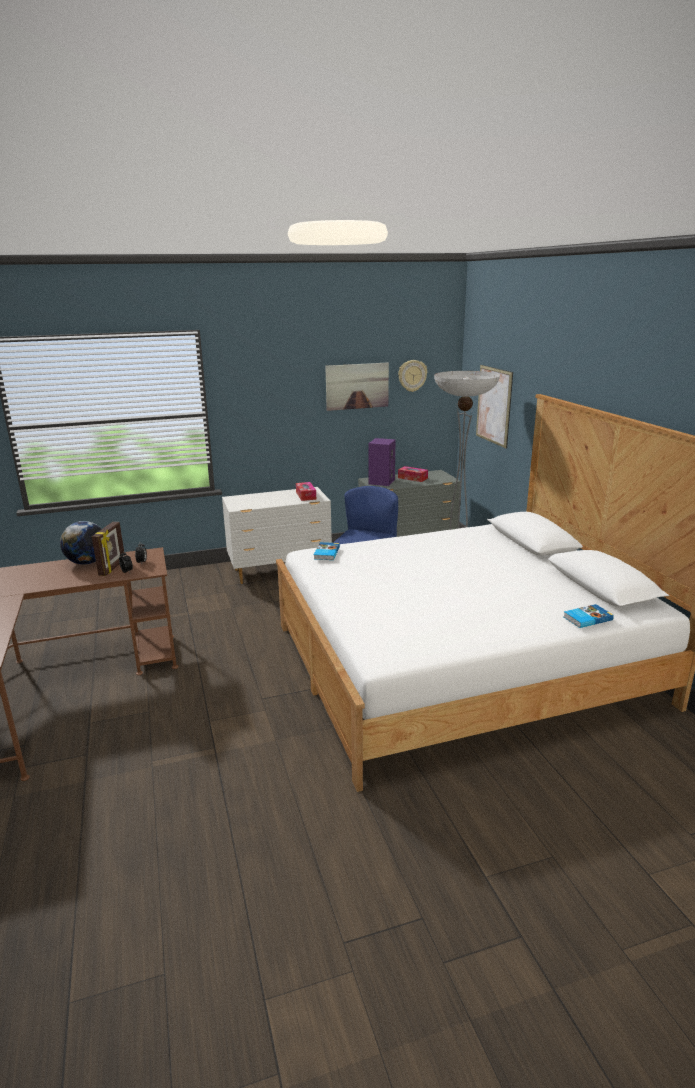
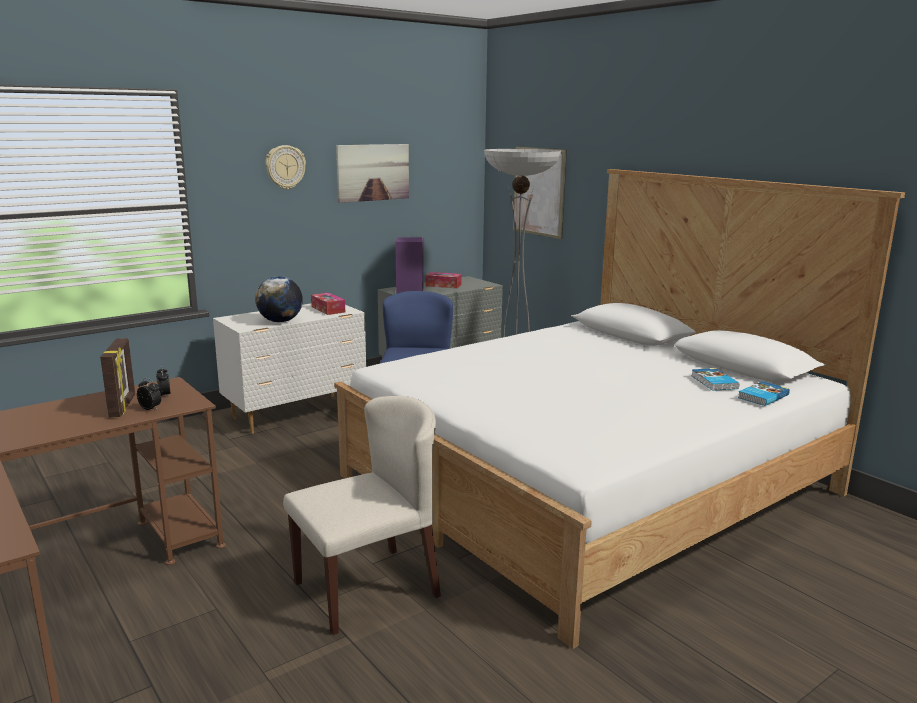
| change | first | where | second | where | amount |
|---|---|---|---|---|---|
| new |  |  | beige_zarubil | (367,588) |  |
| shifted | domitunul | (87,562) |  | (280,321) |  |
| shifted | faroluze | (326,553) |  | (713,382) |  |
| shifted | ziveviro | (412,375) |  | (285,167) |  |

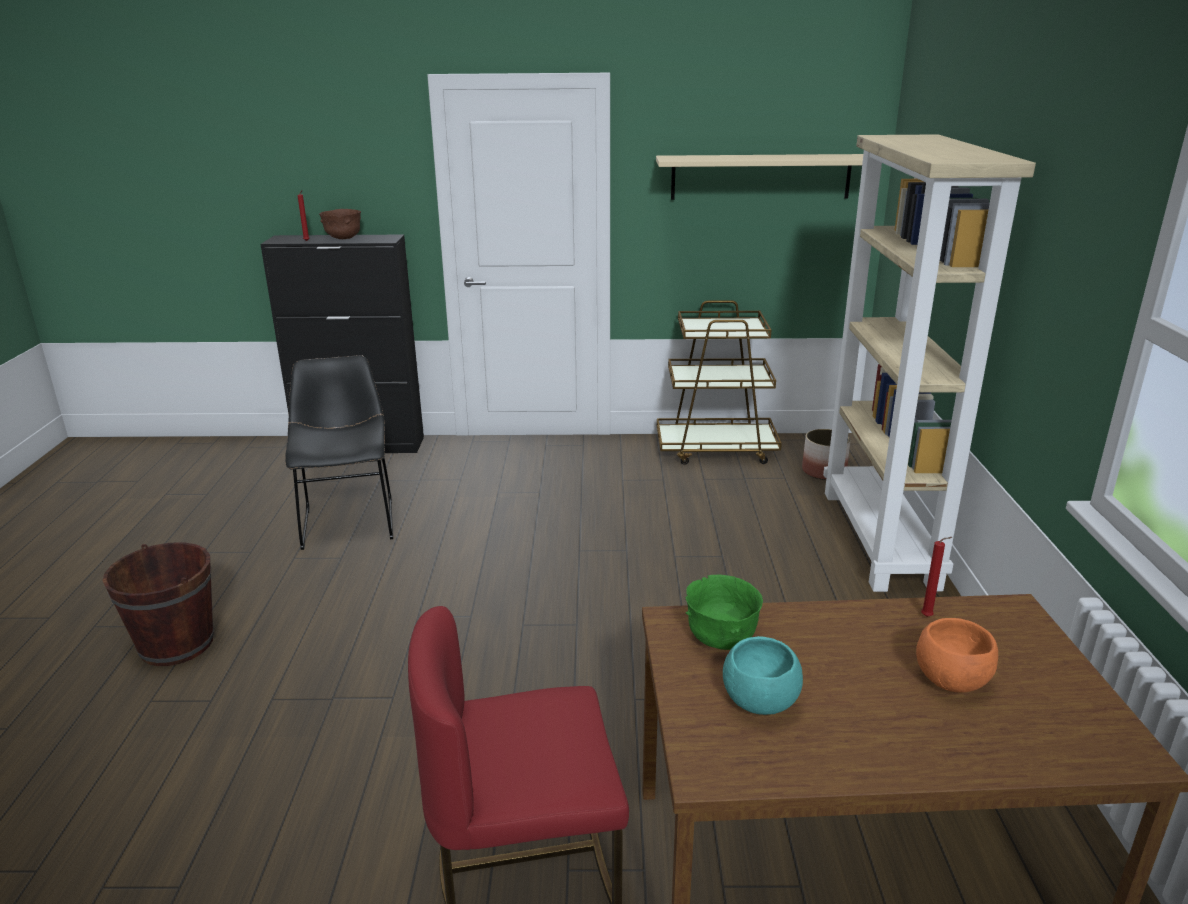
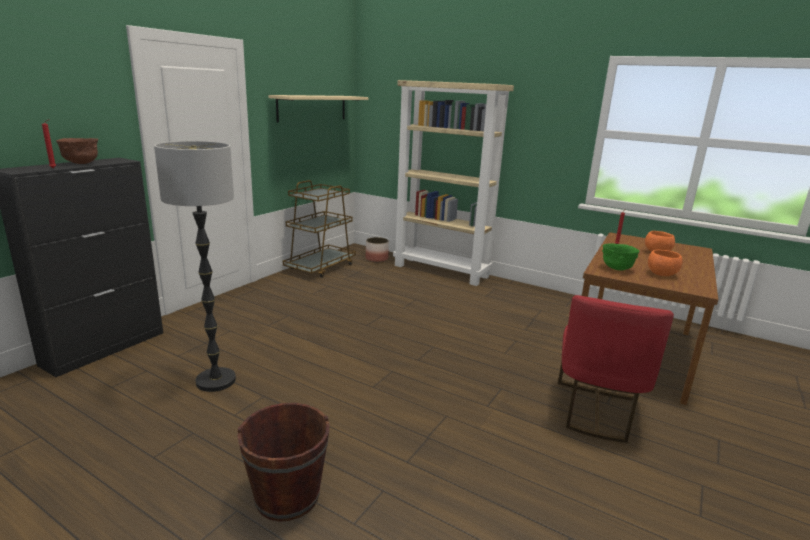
| change | first | where | second | where | amount |
|---|---|---|---|---|---|
| swapped | black_zarubil | (348,520) | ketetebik | (216,381) |  |
| repainted | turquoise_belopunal | (759,703) | orange_belopunal | (661,275) |  |

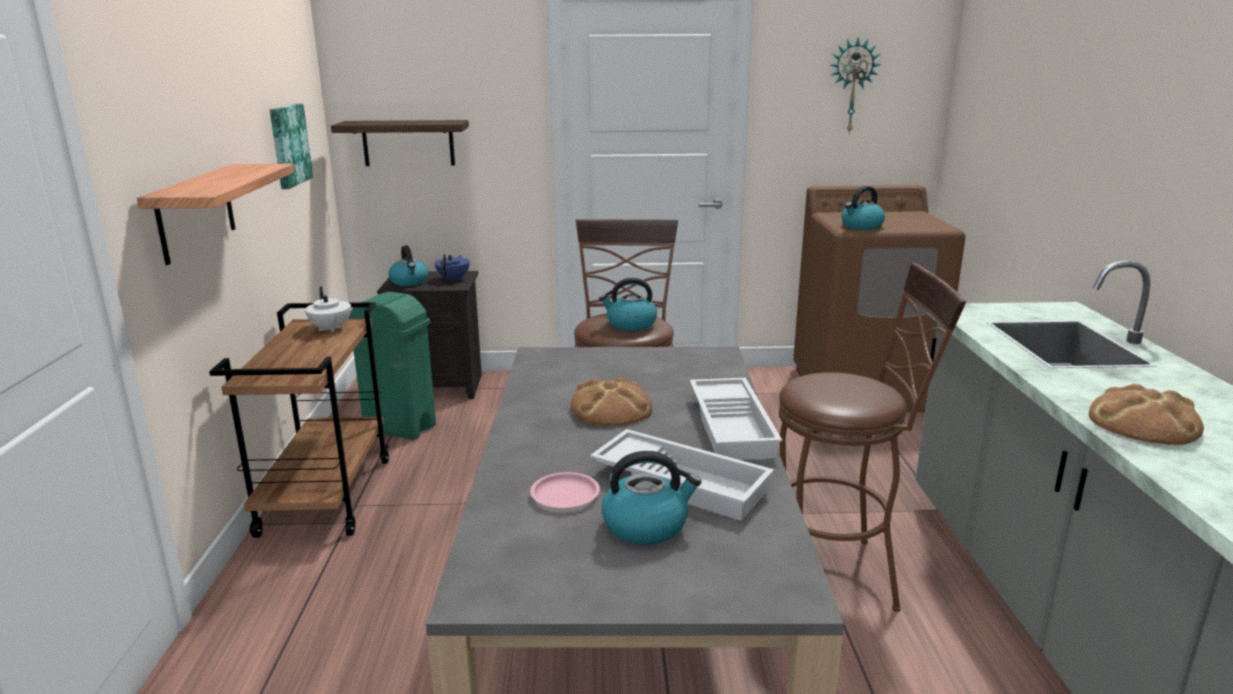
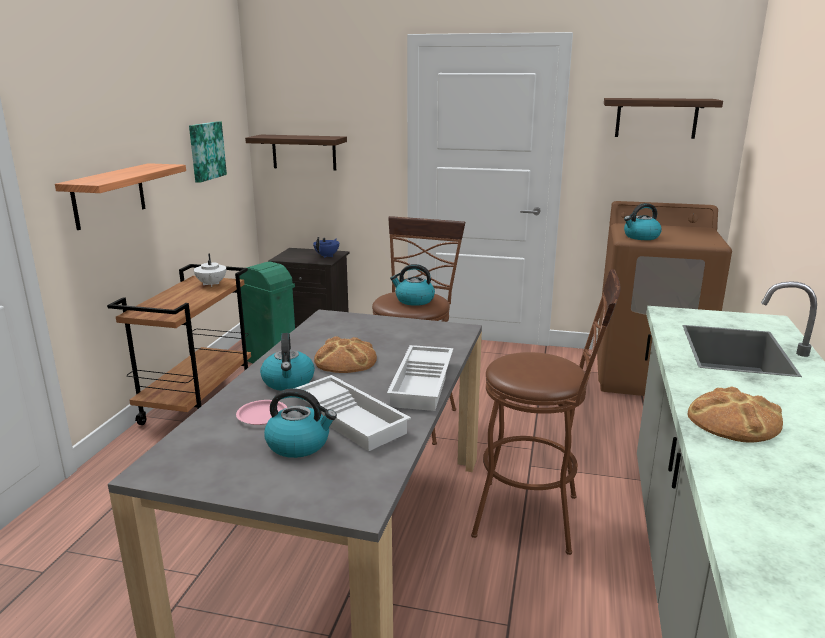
| change | first | where | second | where | amount |
|---|---|---|---|---|---|
| shifted | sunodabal | (409,282) |  | (288,382) |  |
| swapped | ziveviro | (852,86) | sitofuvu | (656,118) |  |

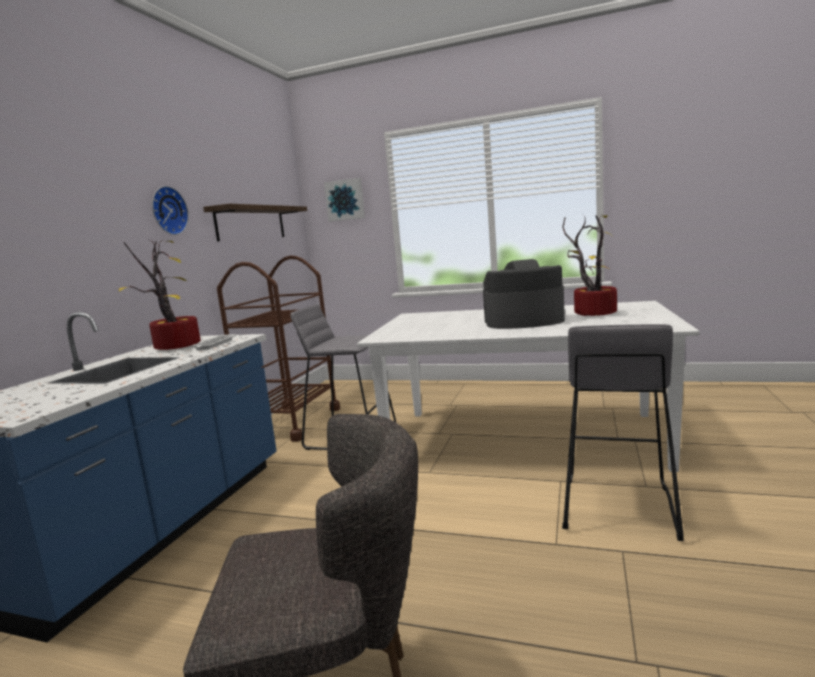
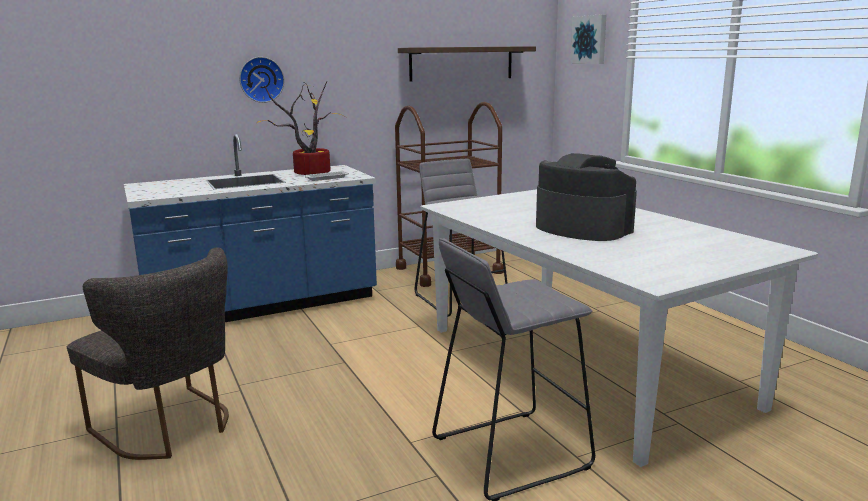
| change | first | where | second | where | amount |
|---|---|---|---|---|---|
| gone | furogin | (591,313) |  |  |  |
| shifted | ziveviro | (167,211) |  | (261,79) |  |

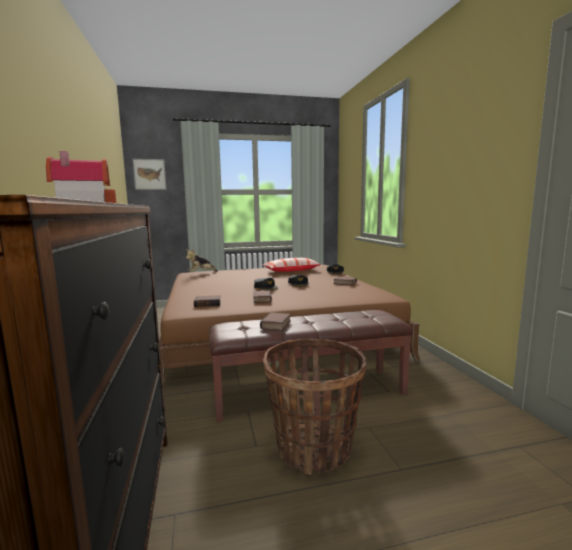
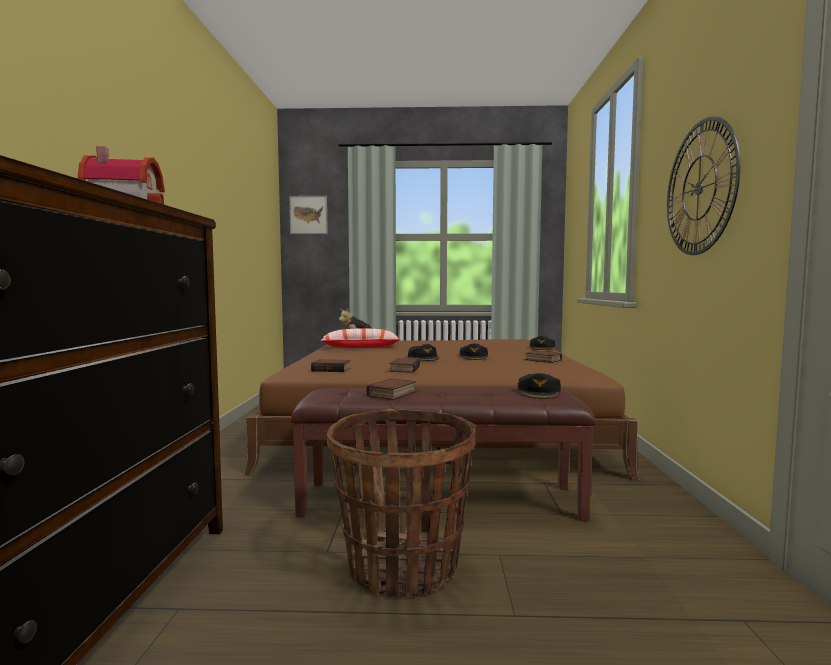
| change | first | where | second | where | amount |
|---|---|---|---|---|---|
| new |  |  | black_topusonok | (539,392) |  |
| new |  |  | ziveviro | (699,188) |  |
| shifted | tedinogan | (291,270) |  | (360,347) |  |

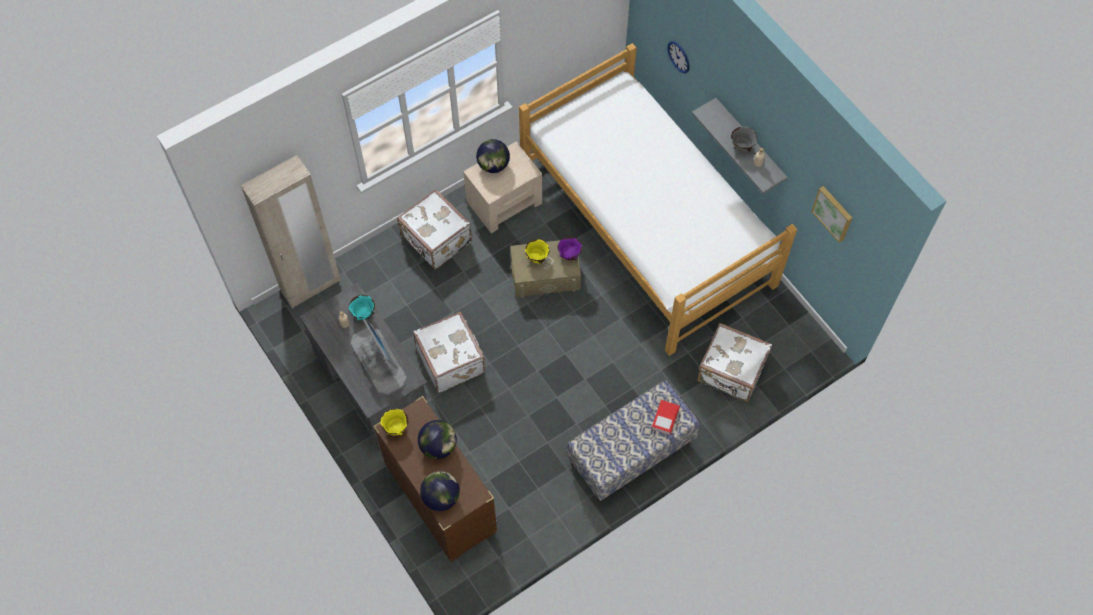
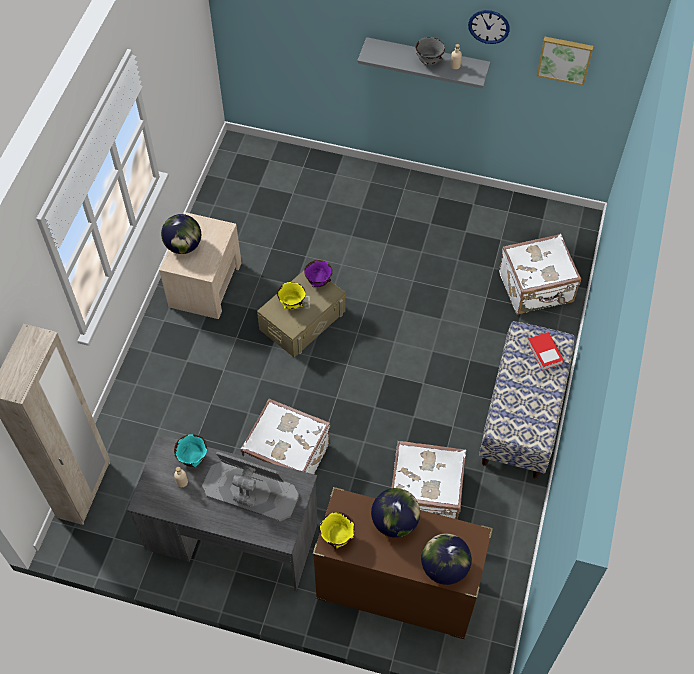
| change | first | where | second | where | amount |
|---|---|---|---|---|---|
| gone | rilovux | (647,226) |  |  |  |
| shifted | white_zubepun | (435,240) |  | (426,496) |  |
| shifted | ziveviro | (679,56) |  | (489,26) |  |

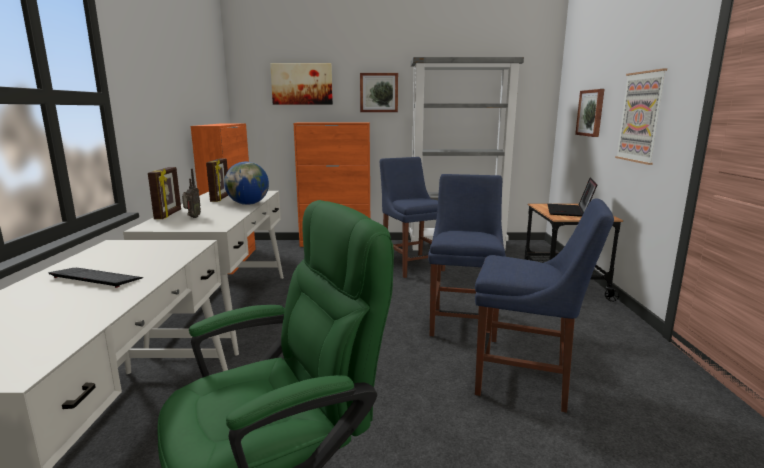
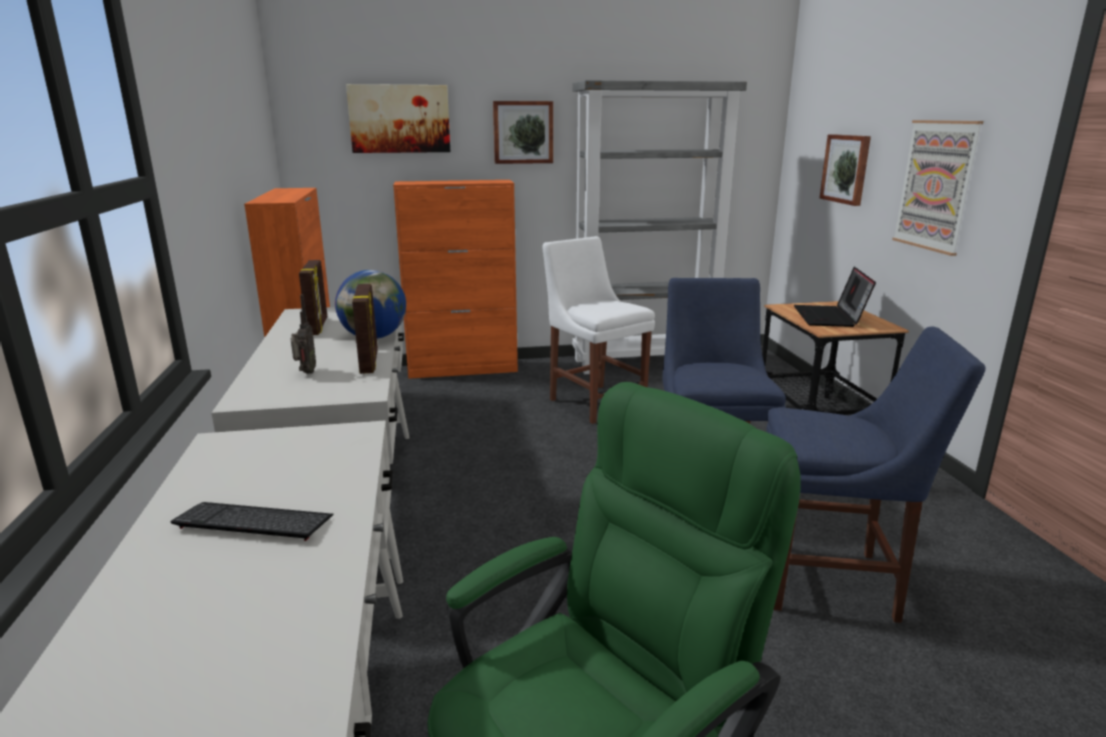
| change | first | where | second | where | amount |
|---|---|---|---|---|---|
| shifted | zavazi | (169,214) |  | (370,362) |  |
| repainted | blue_zarubil | (411,265) | white_zarubil | (594,402) |  |

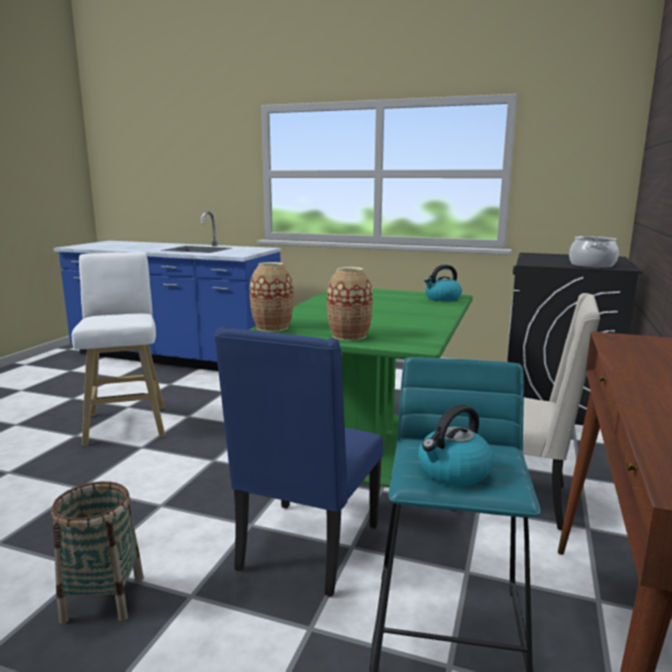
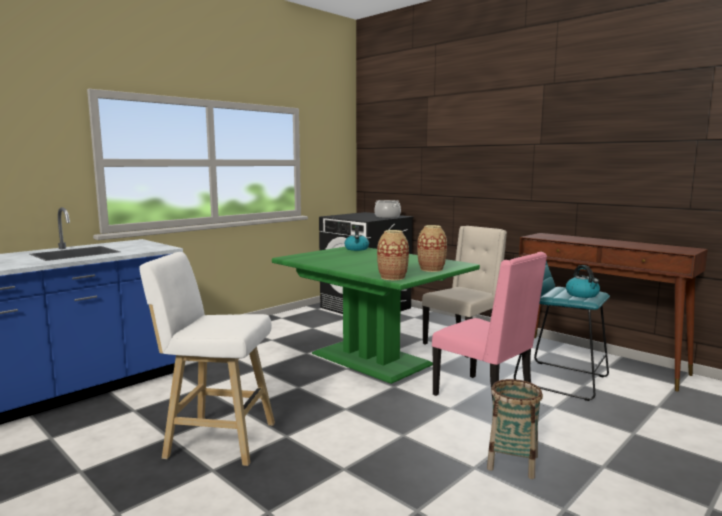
| change | first | where | second | where | amount |
|---|---|---|---|---|---|
| repainted | blue_zarubil | (306,549) | pink_zarubil | (485,397) |  |

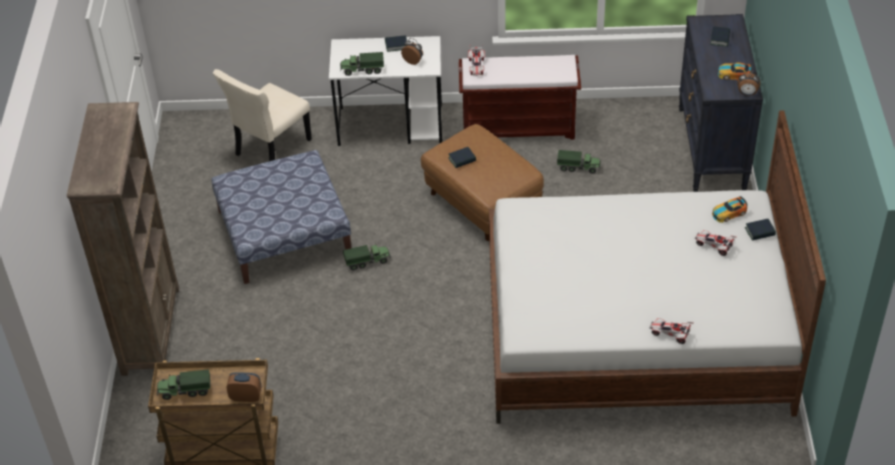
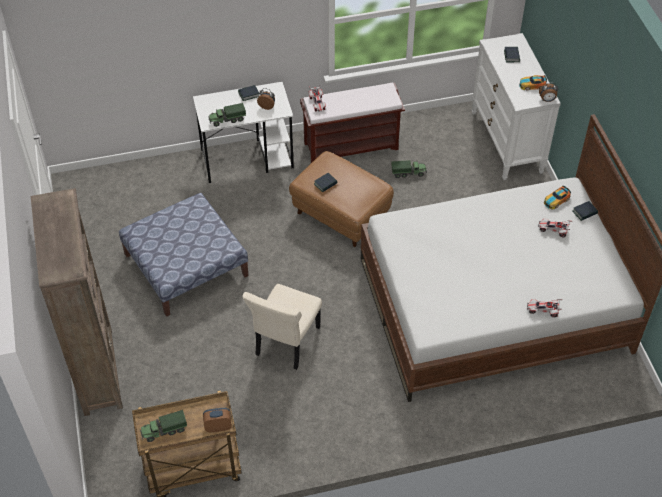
| change | first | where | second | where | amount |
|---|---|---|---|---|---|
| gone | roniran | (367,261) |  |  |  |
| shifted | beige_zarubil | (270,149) |  | (286,343) |  |
| repainted | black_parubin | (712,149) | white_parubin | (507,142) |  |

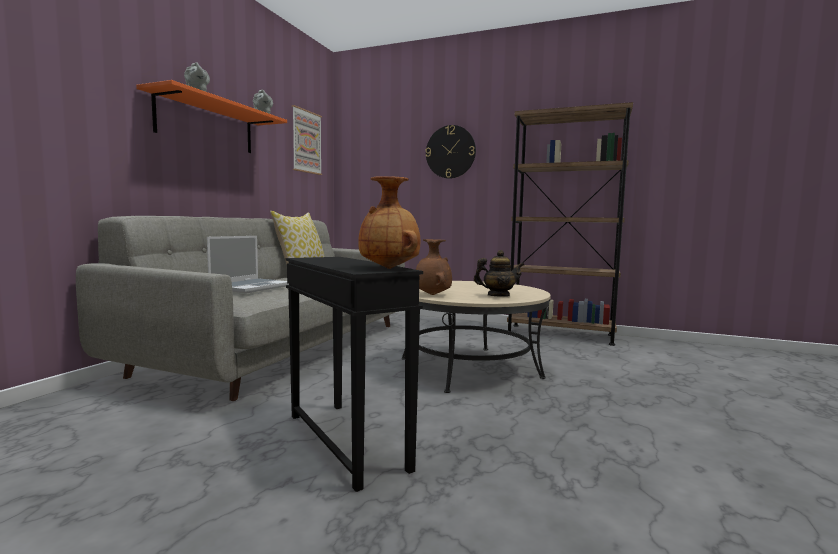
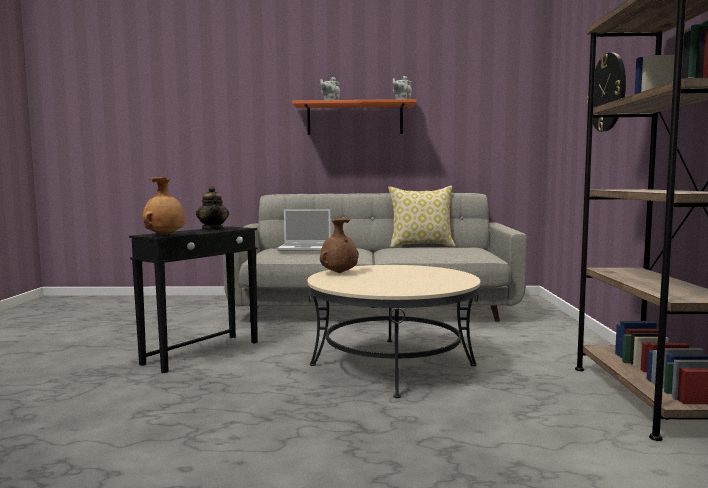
| change | first | where | second | where | amount |
|---|---|---|---|---|---|
| gone | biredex | (306,142) |  |  |  |
| shifted | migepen | (498,296) |  | (213,229) |  |

